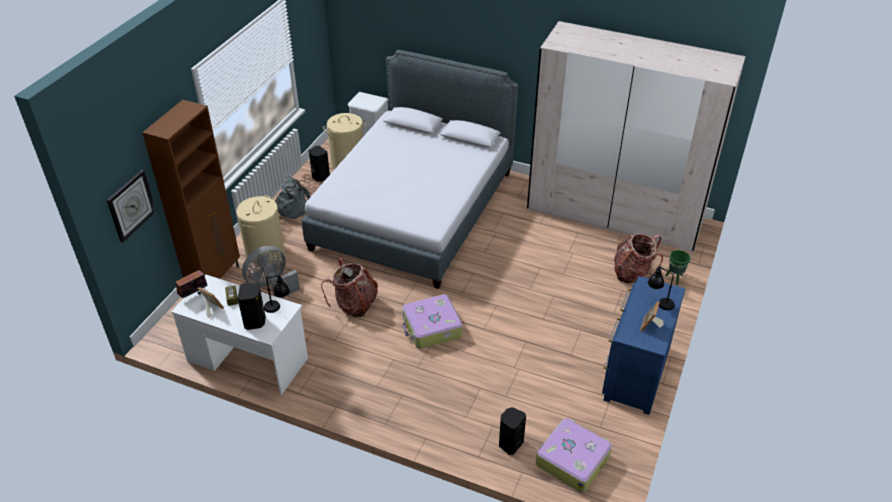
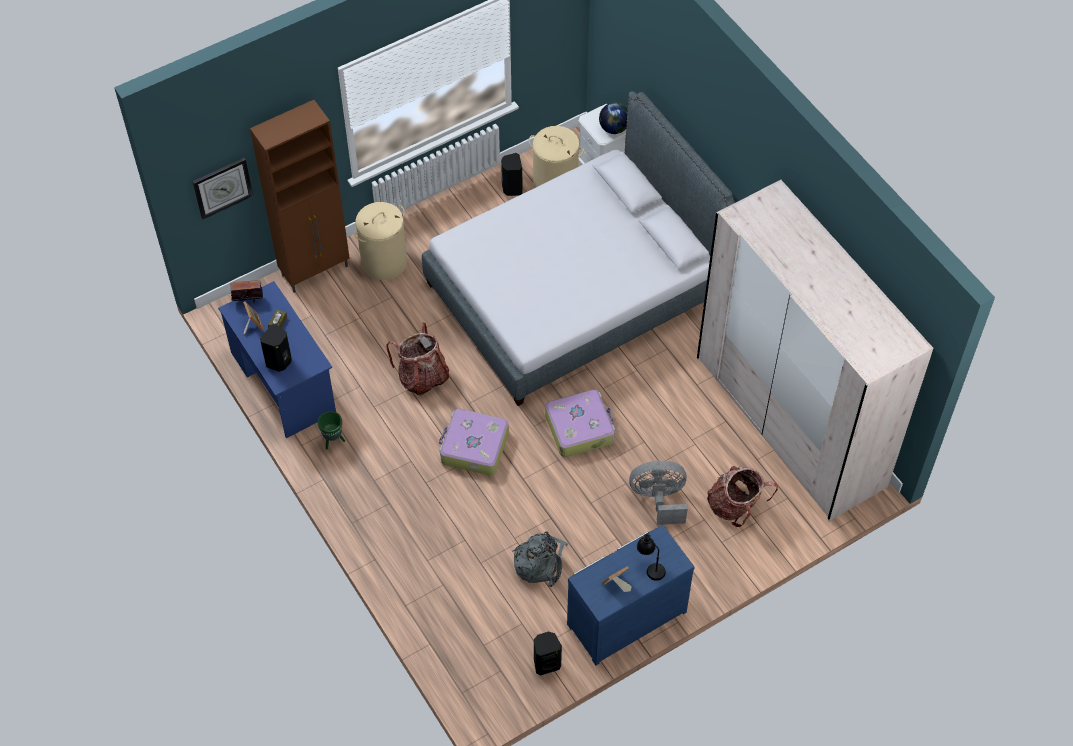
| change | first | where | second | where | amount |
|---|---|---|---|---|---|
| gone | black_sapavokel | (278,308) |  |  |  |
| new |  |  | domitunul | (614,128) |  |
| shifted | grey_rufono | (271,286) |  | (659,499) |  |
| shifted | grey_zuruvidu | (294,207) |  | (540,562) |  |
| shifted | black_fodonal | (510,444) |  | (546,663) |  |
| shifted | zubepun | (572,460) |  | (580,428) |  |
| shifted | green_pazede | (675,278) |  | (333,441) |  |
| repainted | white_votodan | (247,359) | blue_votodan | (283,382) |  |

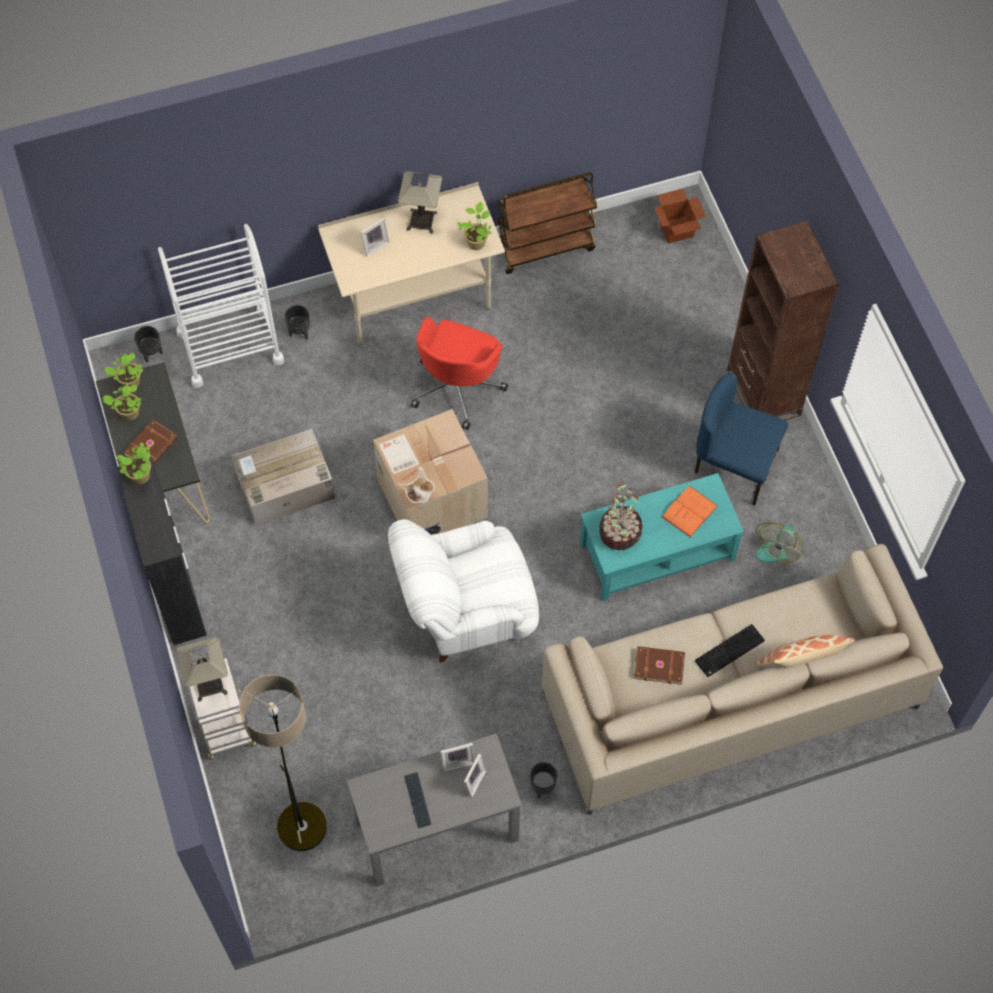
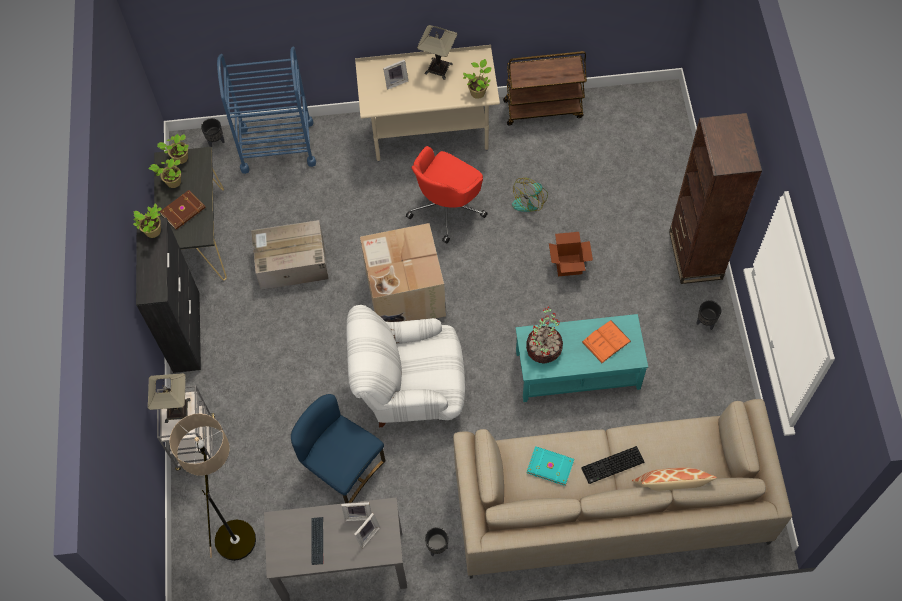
| change | first | where | second | where | amount |
|---|---|---|---|---|---|
| shifted | black_pazede | (300,333) |  | (705,323) |  |
| shifted | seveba | (676,230) |  | (568,265) |  |
| shifted | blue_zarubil | (734,465) |  | (343,467) |  |
| shifted | rufono | (777,546) |  | (530,200) |  |
| repainted | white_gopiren | (230,347) | blue_gopiren | (277,146) |  |
| repainted | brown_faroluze | (659,665) | turquoise_faroluze | (550,465) |  |

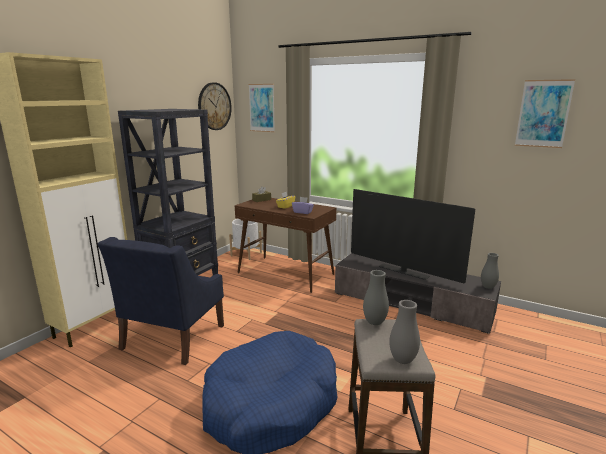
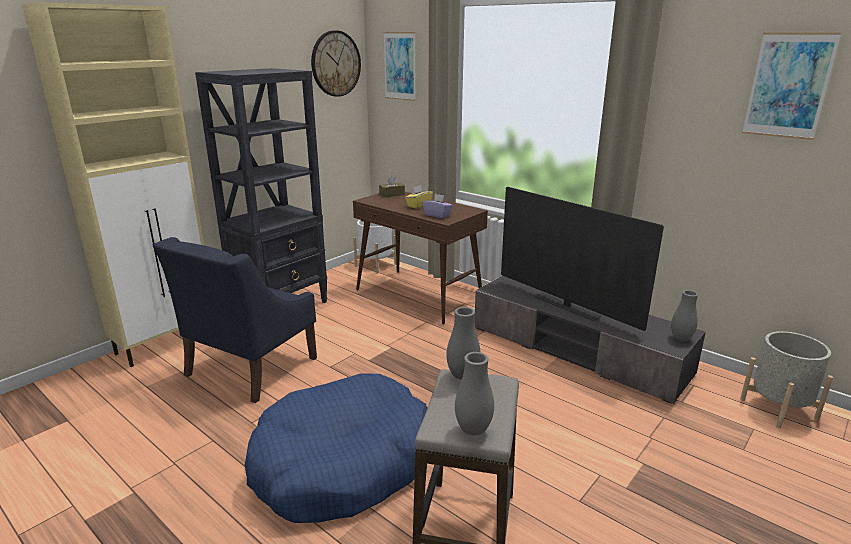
| change | first | where | second | where | amount |
|---|---|---|---|---|---|
| new |  |  | grey_pazede | (778,409) |  |

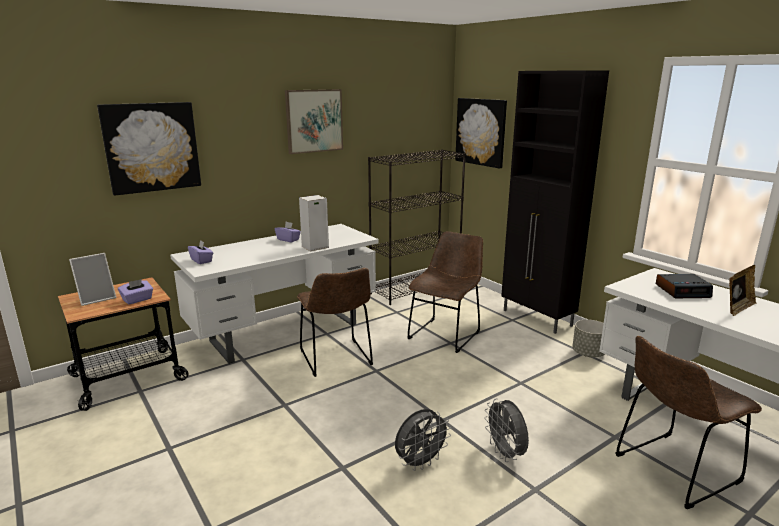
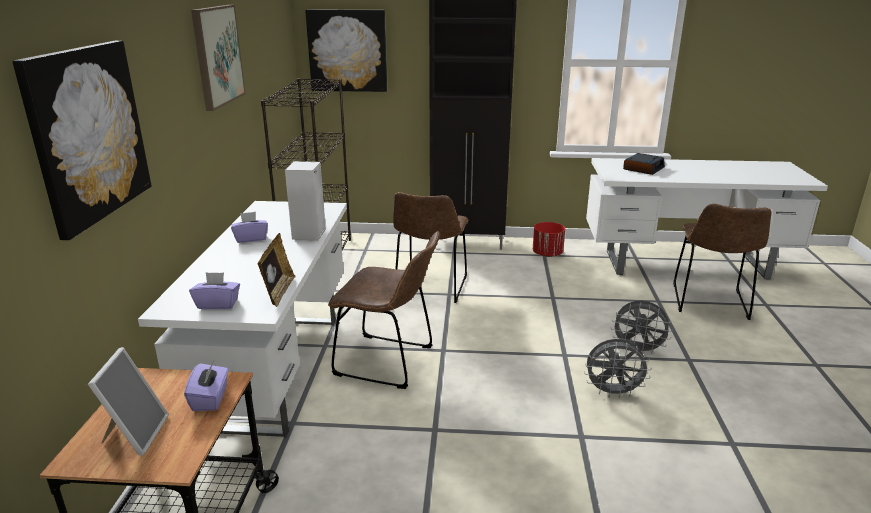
| change | first | where | second | where | amount |
|---|---|---|---|---|---|
| shifted | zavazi | (737,308) |  | (278,292) |  |
| repainted | grey_pazede | (588,353) | red_pazede | (547,254) |  |
| rotated | grey_rufono | (420,462) |  | (613,392) | 90 degrees clockwise |
| rotated | brown_zarubil | (446,334) |  | (430,288) | 150 degrees counterclockwise |

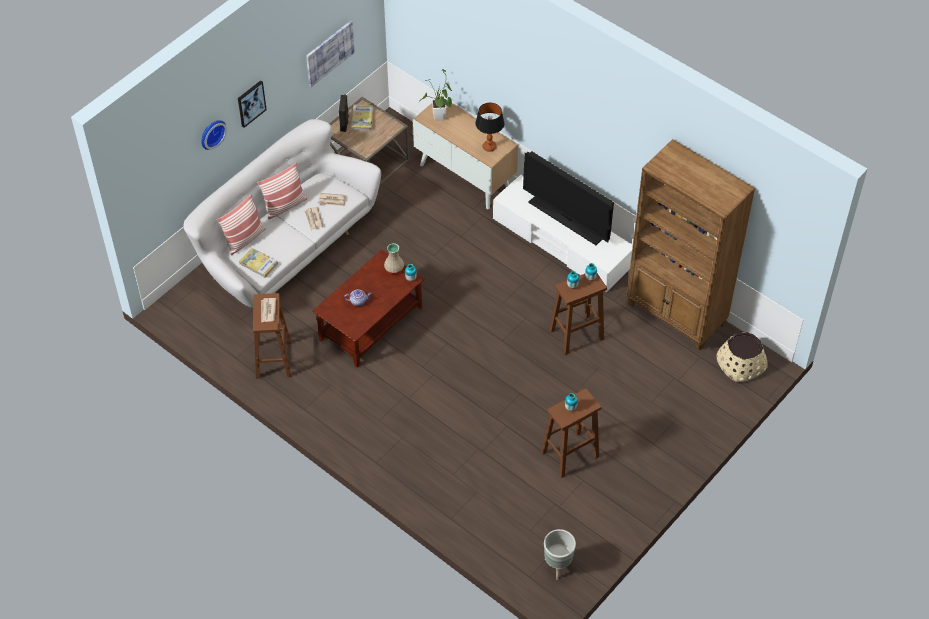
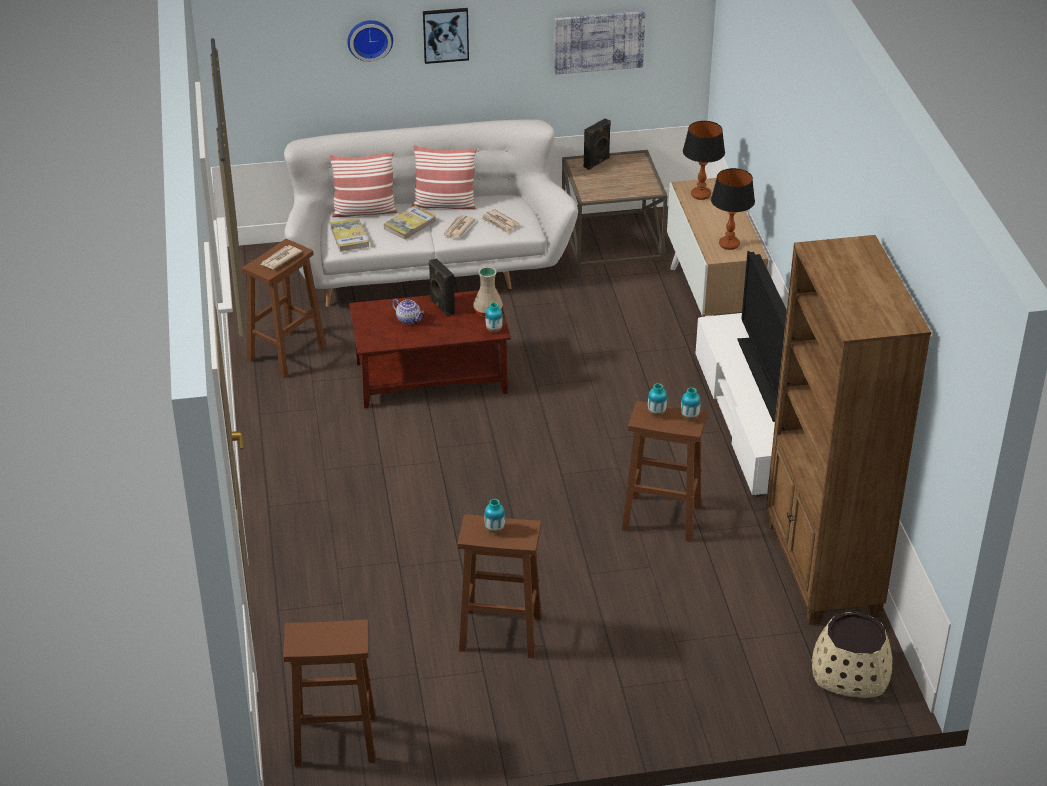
| change | first | where | second | where | amount |
|---|---|---|---|---|---|
| new |  |  | black_fodonal | (441,307) |  |
| shifted | faroluze | (362,119) |  | (410,224) |  |
| swapped | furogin | (439,119) | sapavokel | (700,195) |  |
| swapped | grey_pazede | (557,566) | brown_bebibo | (337,740) |  |

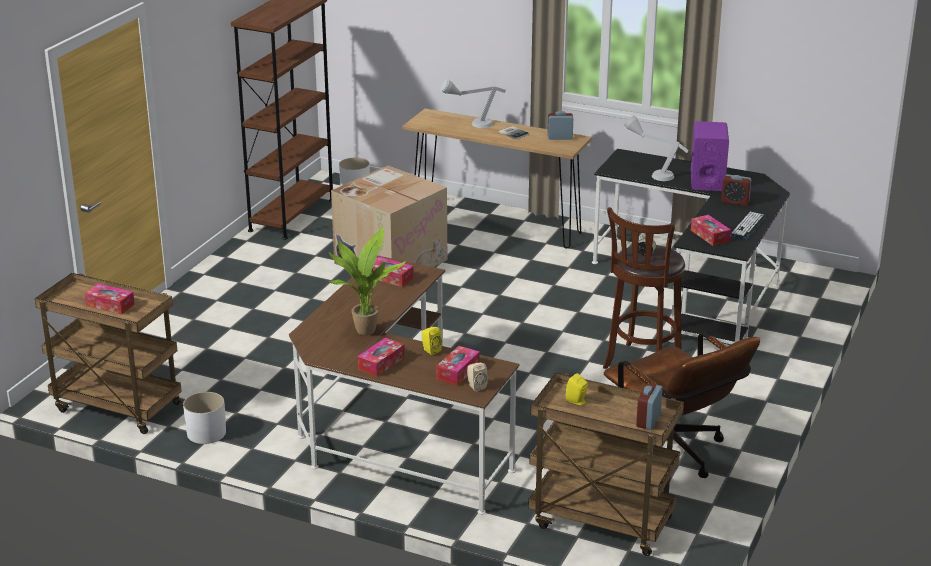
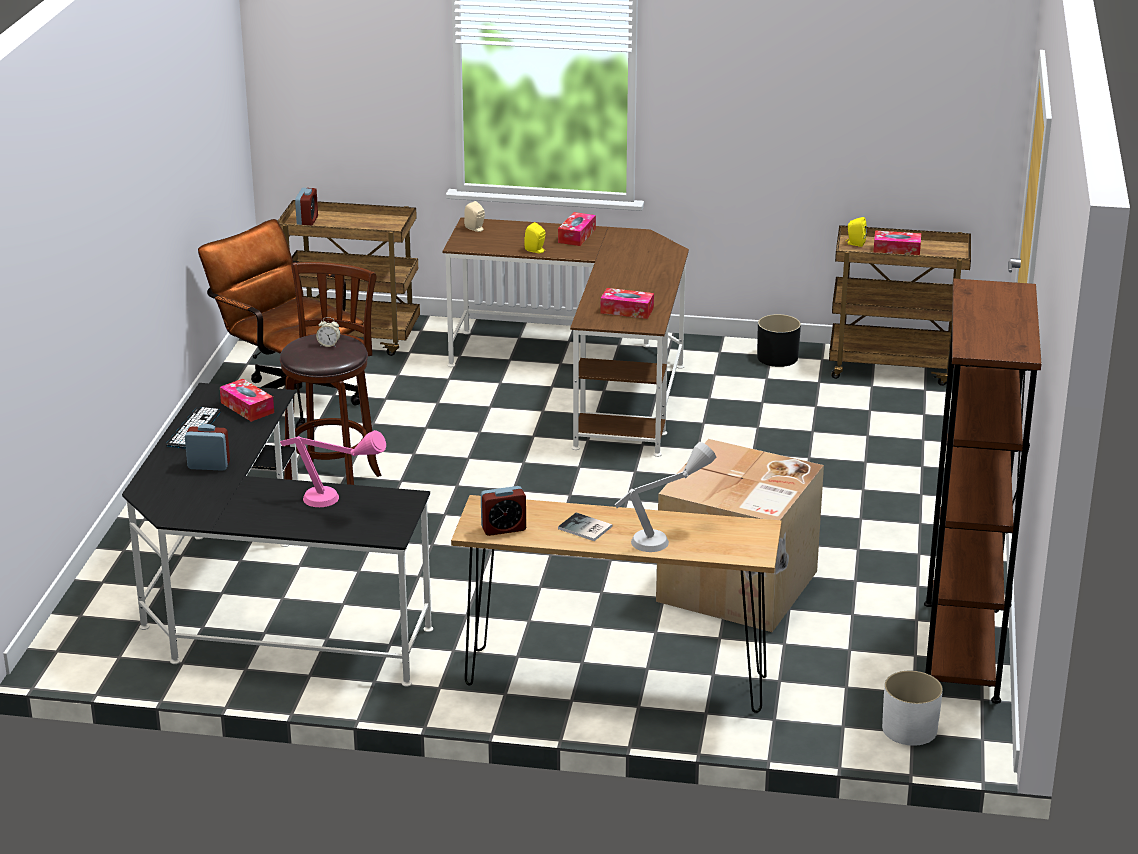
| change | first | where | second | where | amount |
|---|---|---|---|---|---|
| gone | furogin | (363,330) |  |  |  |
| gone | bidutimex | (458,372) |  |  |  |
| gone | purple_fodonal | (707,181) |  |  |  |
| shifted | yellow_fodonal | (577,401) |  | (855,243) |  |
| repainted | white_pazede | (207,433) | black_pazede | (777,358) |  |
| repainted | grey_sapavokel | (652,173) | pink_sapavokel | (337,502) |  |

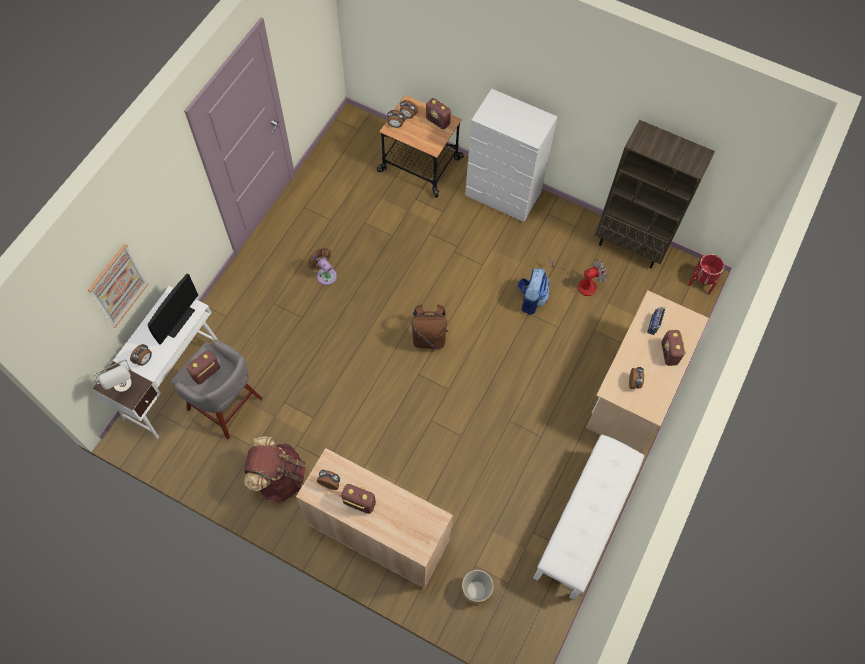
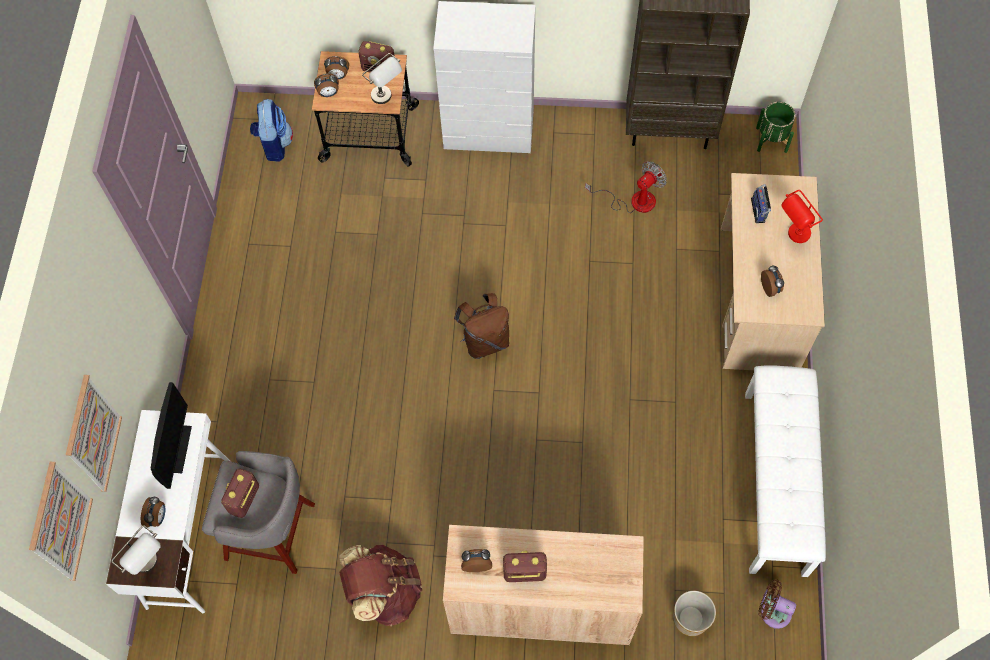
| change | first | where | second | where | amount |
|---|---|---|---|---|---|
| new |  |  | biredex | (60,522) |  |
| new |  |  | grey_sapavokel | (386,99) |  |
| shifted | brown_rufono | (325,274) |  | (772,611) |  |
| shifted | zuruvidu | (531,299) |  | (274,144) |  |
| swapped | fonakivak | (669,354) | red_sapavokel | (793,237) |  |
| repainted | red_pazede | (702,281) | green_pazede | (771,139) |  |

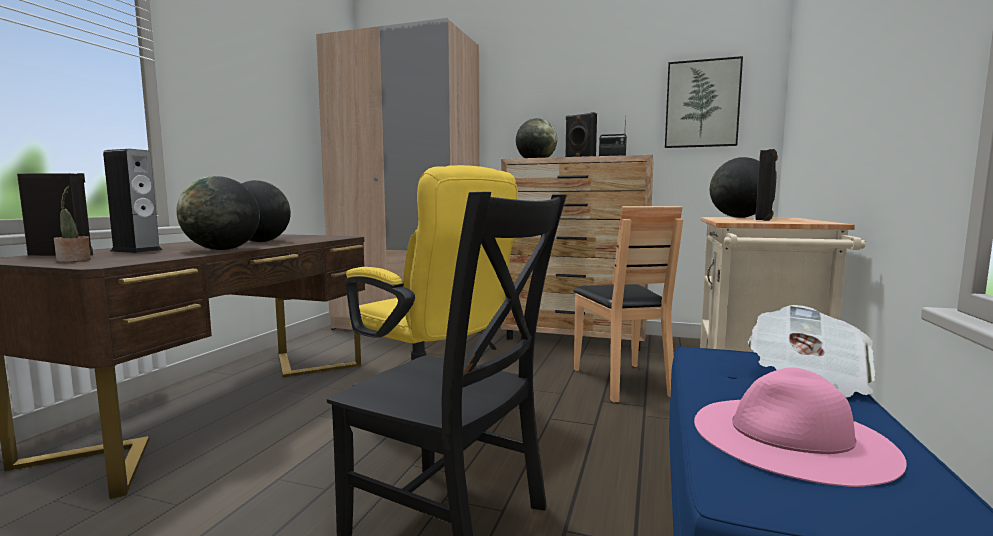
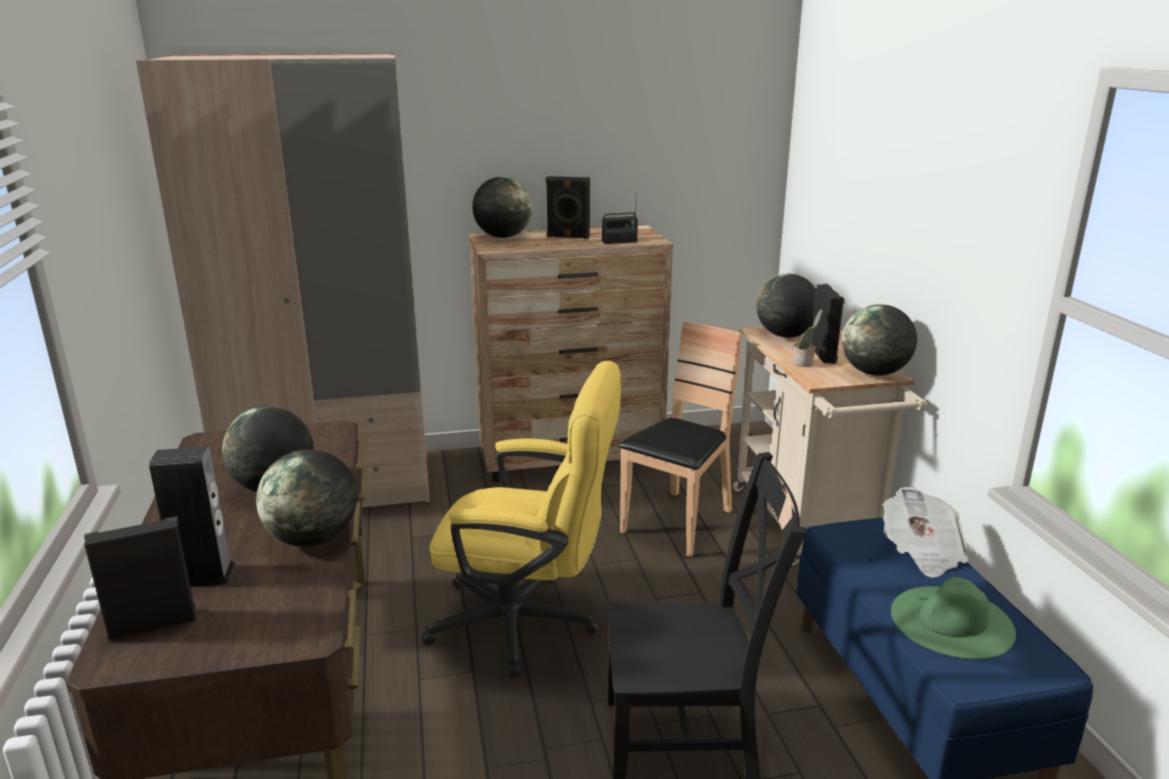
| change | first | where | second | where | amount |
|---|---|---|---|---|---|
| gone | biredex | (702,104) |  |  |  |
| new |  |  | domitunul | (874,373) |  |
| shifted | furogin | (74,260) |  | (804,363) |  |
| repainted | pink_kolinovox | (790,437) | green_kolinovox | (952,621) |  |
| rotated | brown_zarubil | (622,381) |  | (678,523) | 105 degrees counterclockwise |

